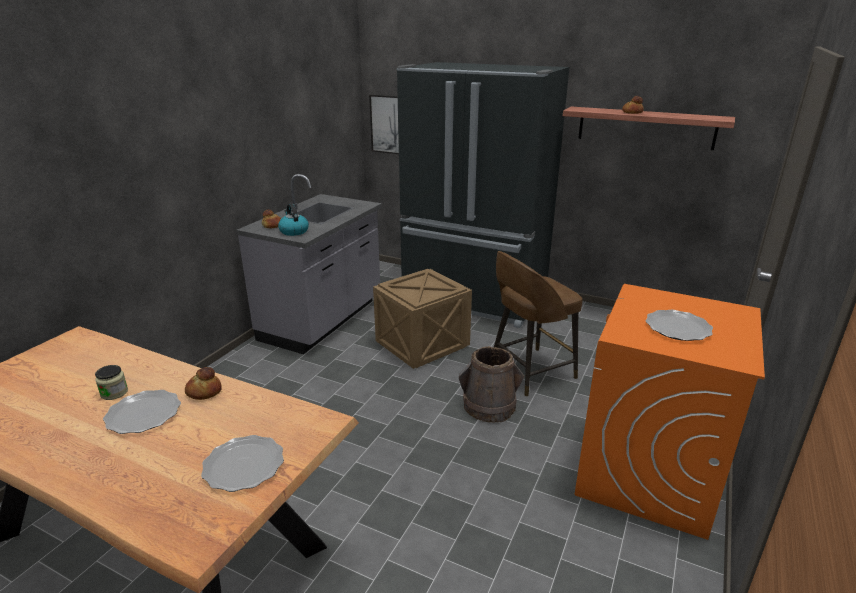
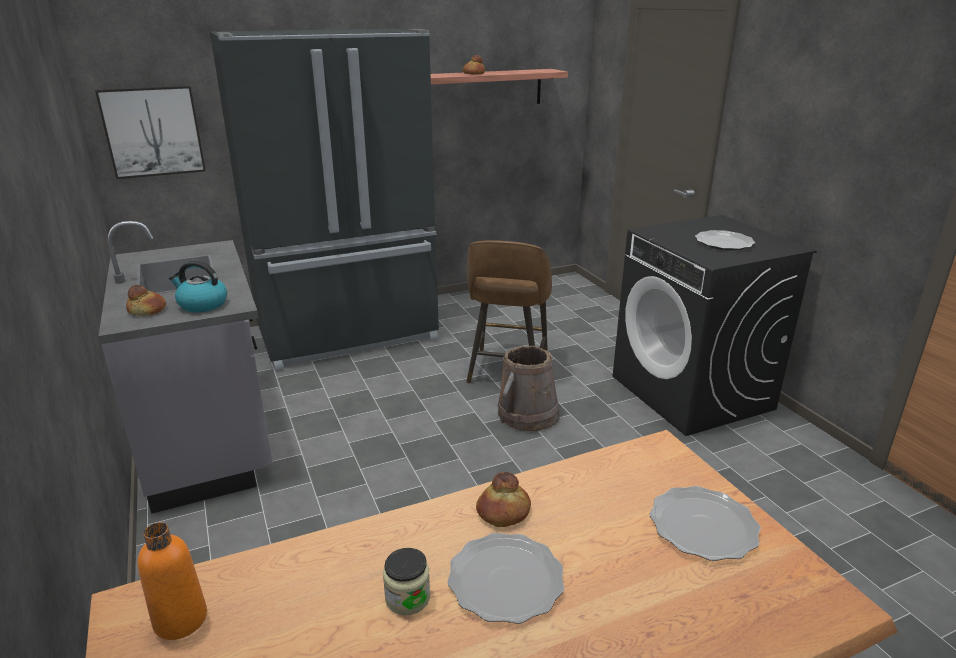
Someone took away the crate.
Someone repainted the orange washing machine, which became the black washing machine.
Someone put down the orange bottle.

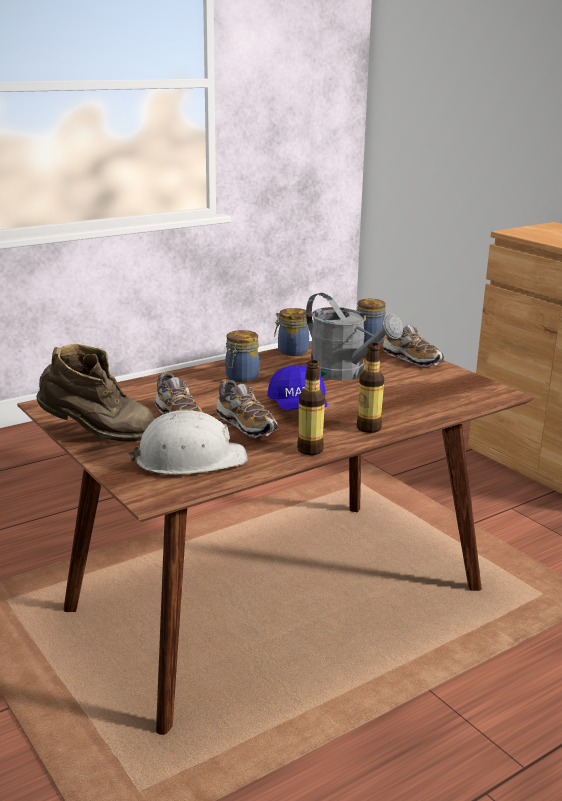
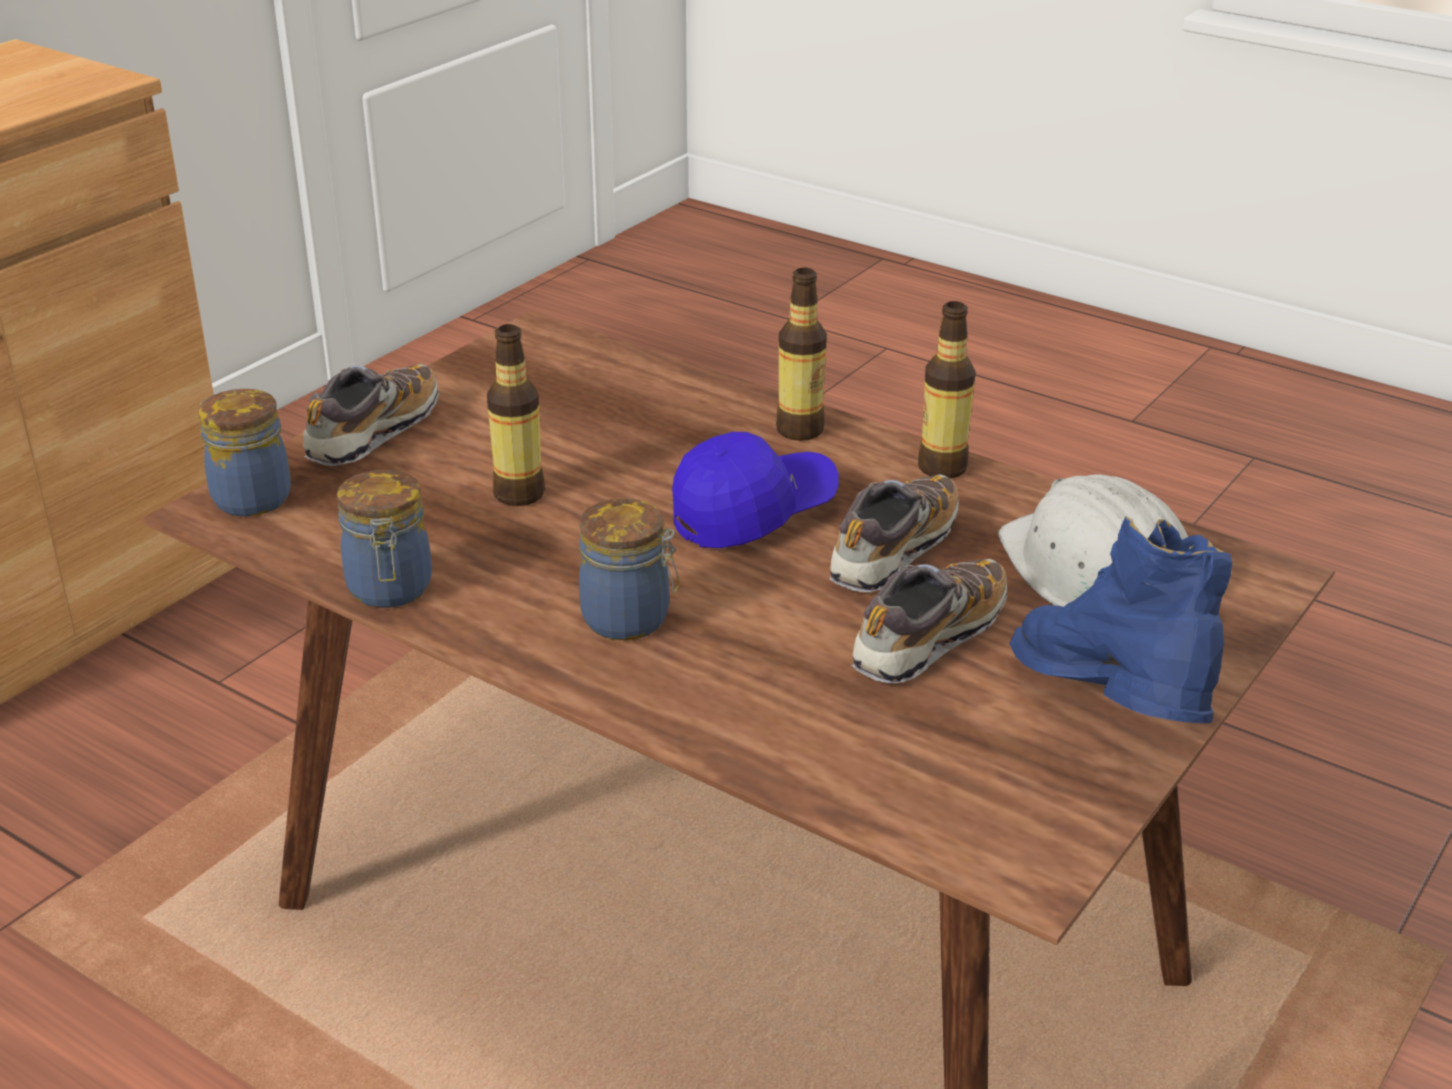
Someone repainted the brown boot, which became the blue boot.
Someone swapped the grey watering can for the bottle (1st from left).

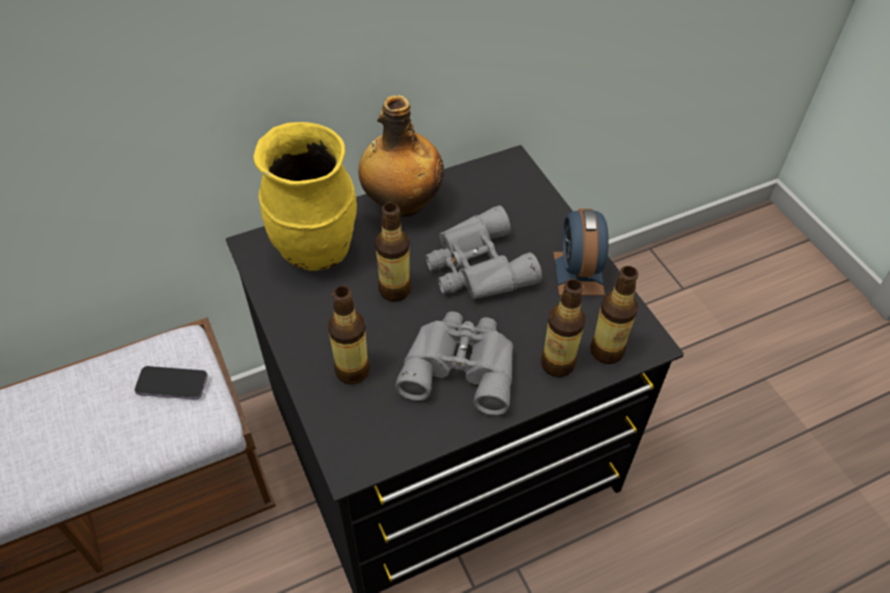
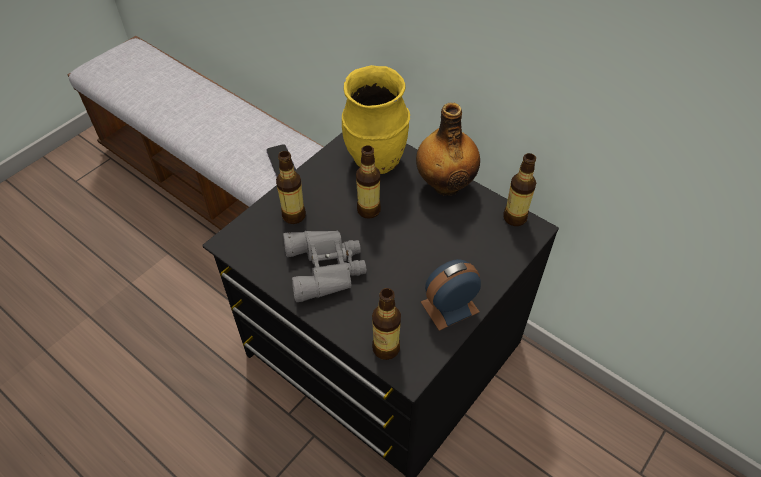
Someone took away the grey binoculars (2nd from left).
Someone carried the bottle (4th from left in the first image).

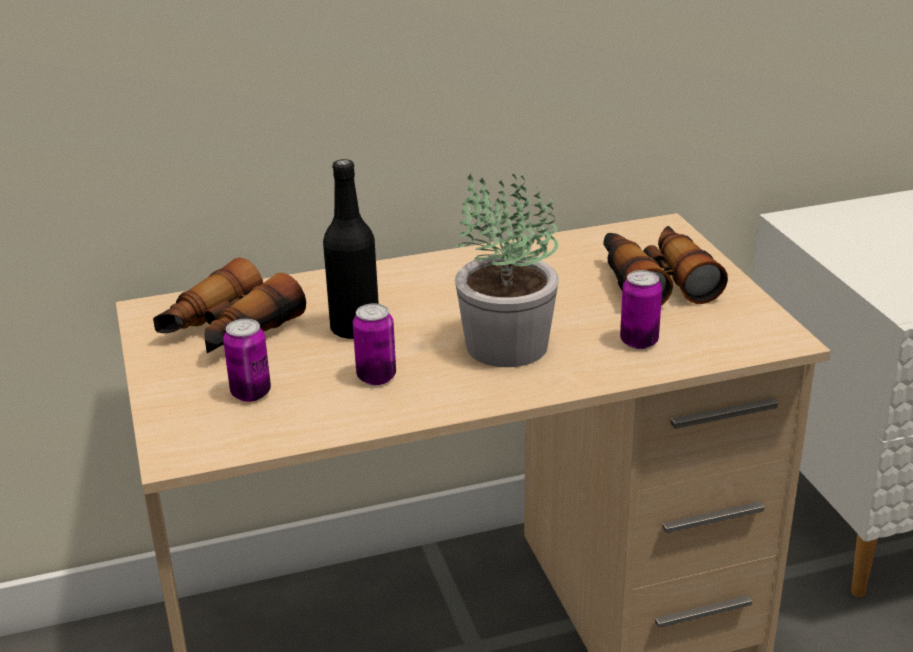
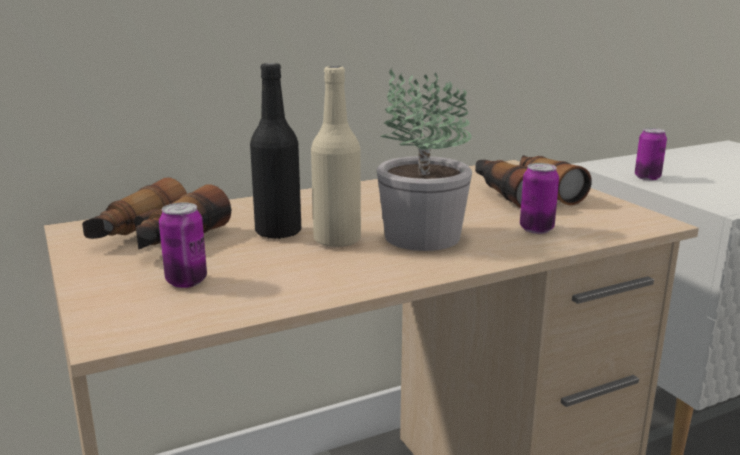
Someone carried the can (2nd from left in the first image).
Someone put down the beige bottle.

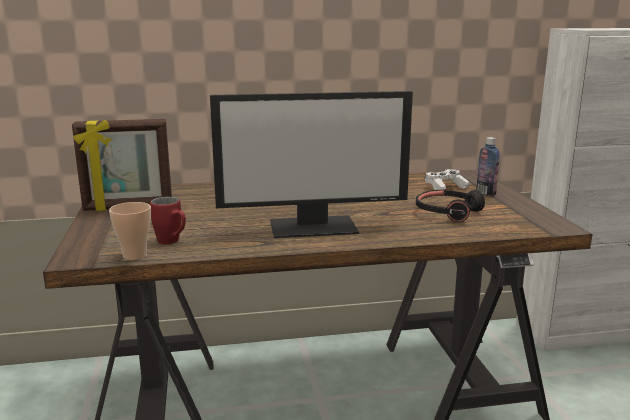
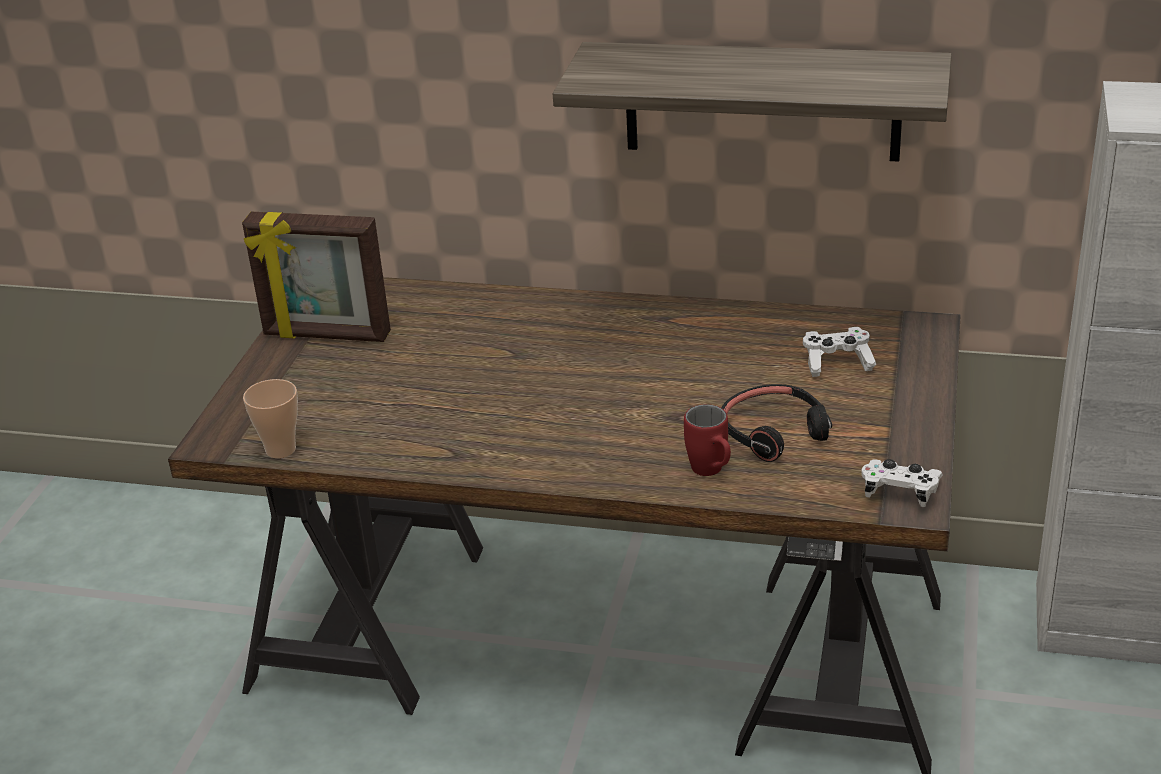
Someone carried the red mug.
Someone took away the monitor.
Someone took away the bottle.
Someone put up the shelf.
Someone put down the white game controller (2nd from left).

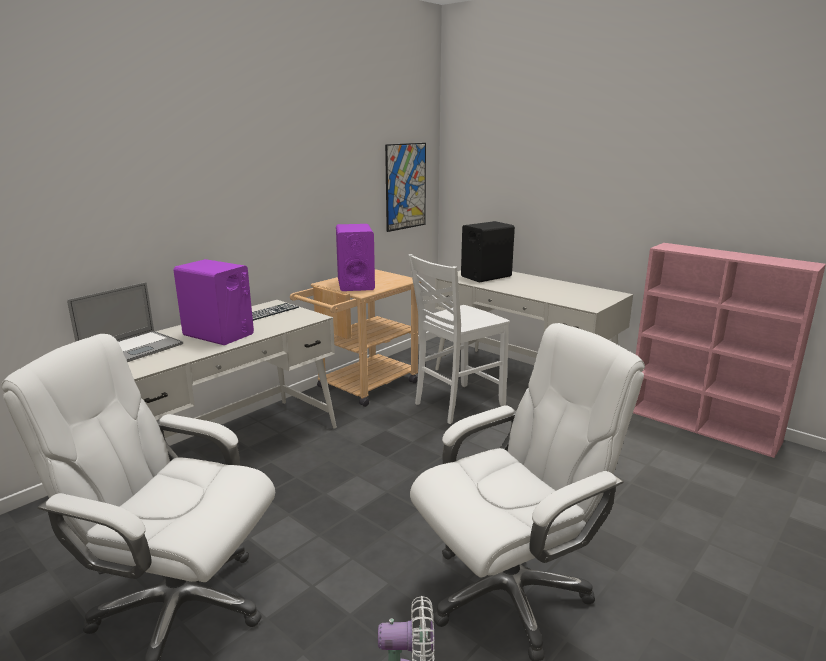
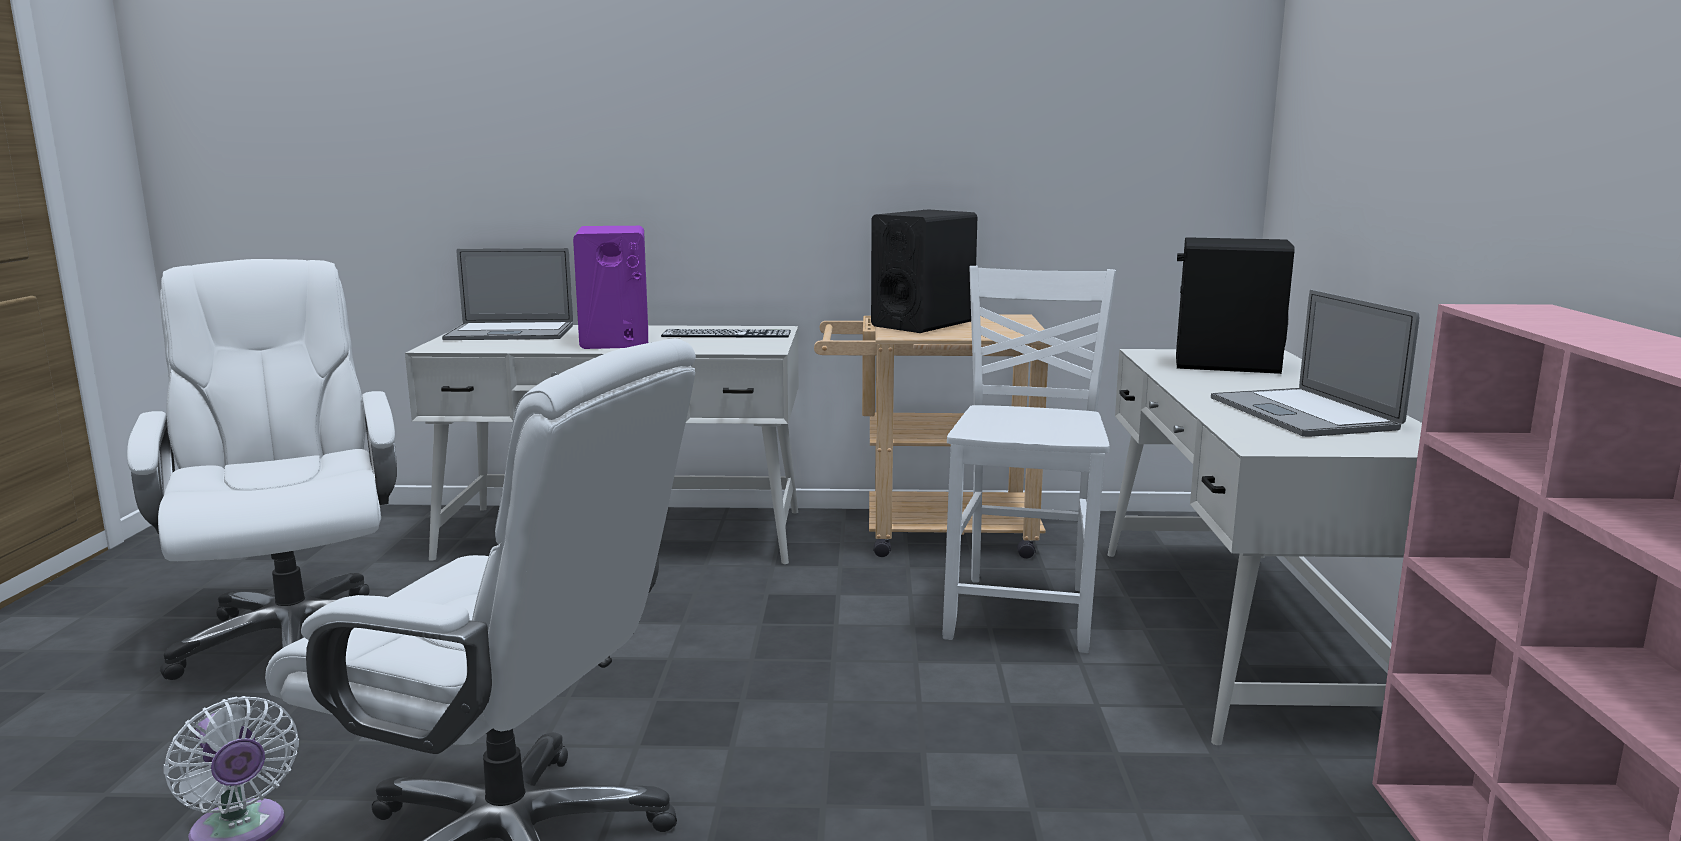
Someone repainted the purple speaker (2nd from left), which became the black speaker (1st from left).
Someone took away the picture.
Someone rotated the white chair by 90 degrees clockwise.
Someone put down the laptop (2nd from left).

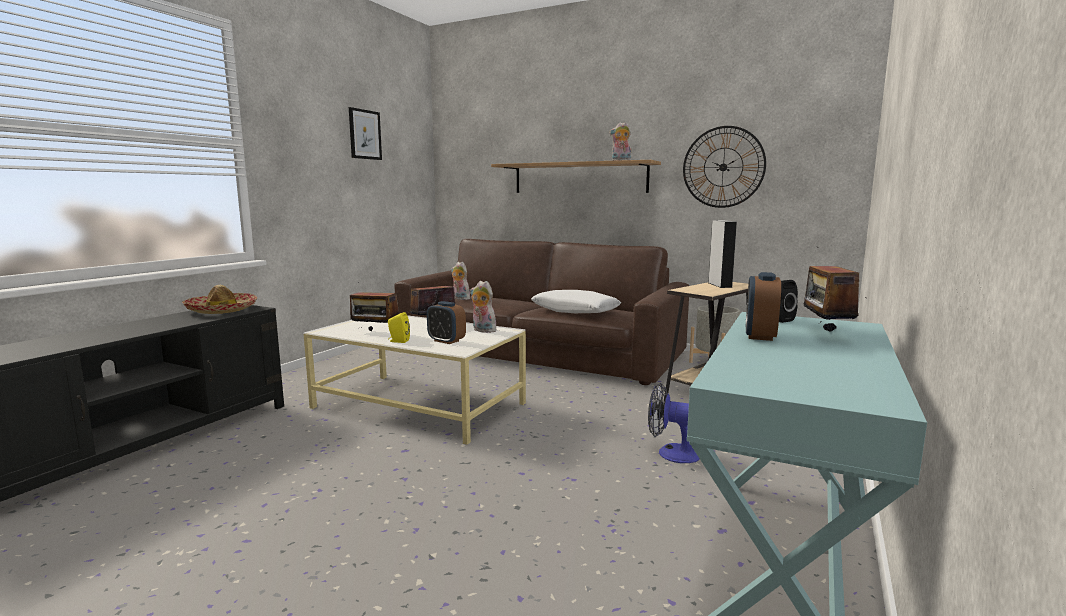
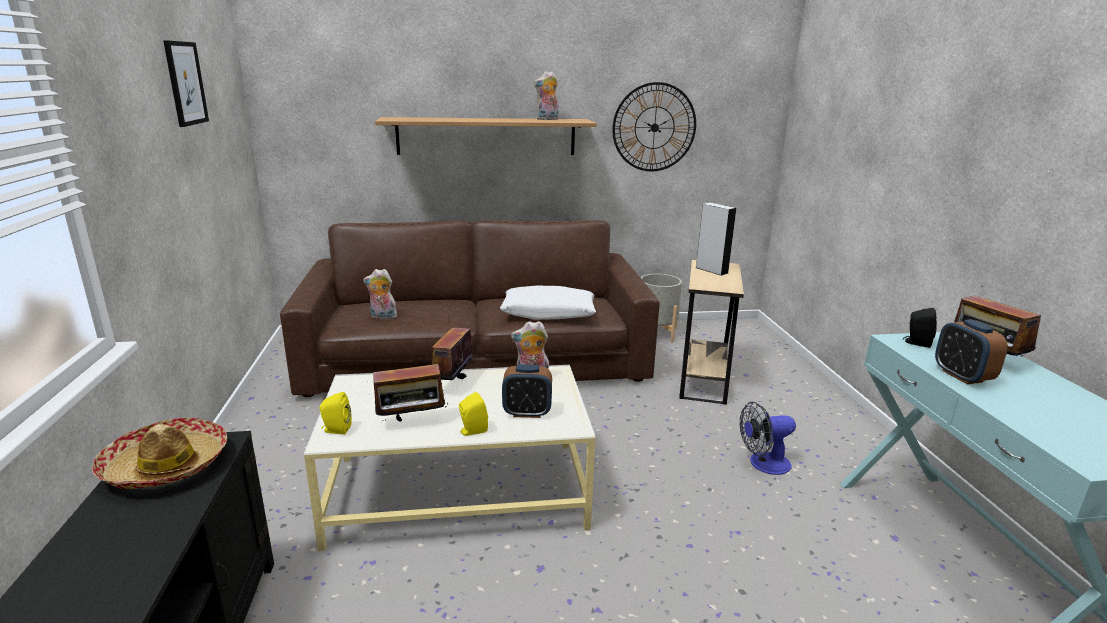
Someone put down the yellow speaker (1st from left).

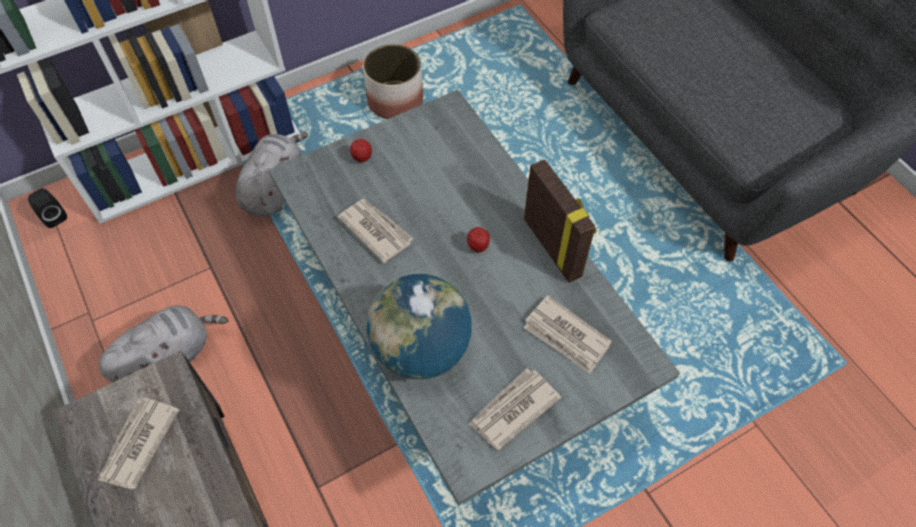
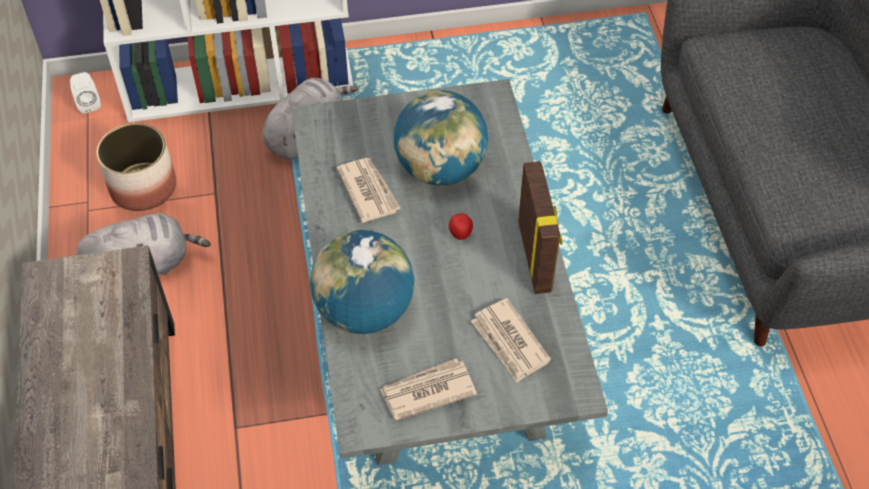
Someone repainted the black speaker, which became the white speaker.
Someone took away the newspaper (1st from left).
Someone took away the apple (1st from left).
Someone carried the planter.
Someone put down the globe (2nd from left).

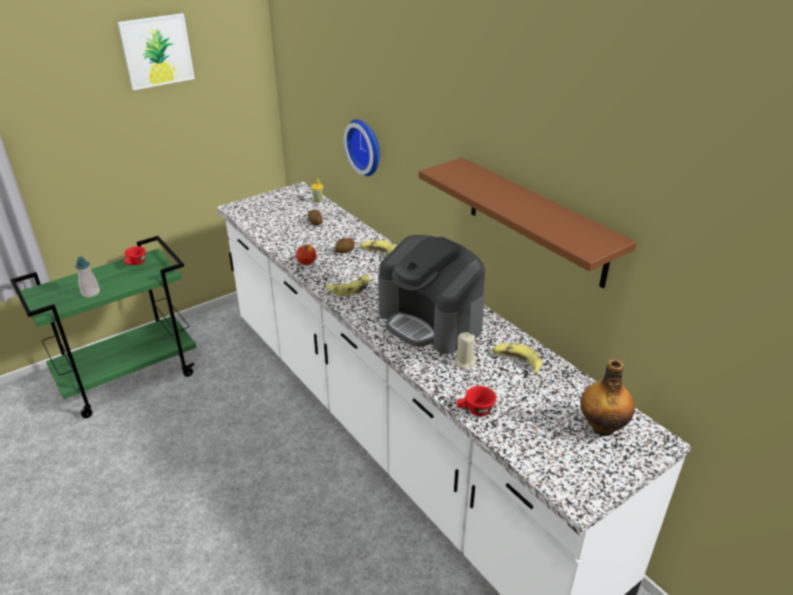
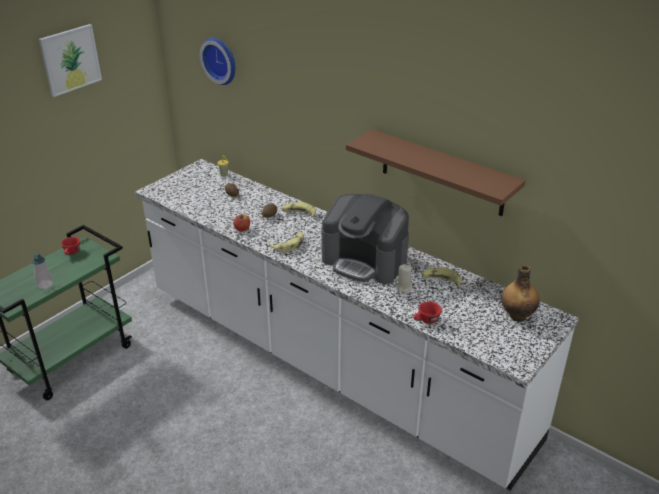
Someone carried the wall clock.

